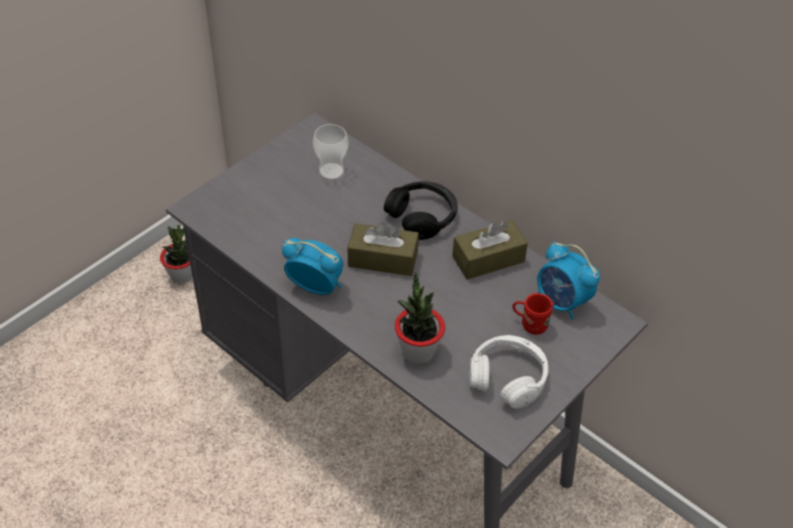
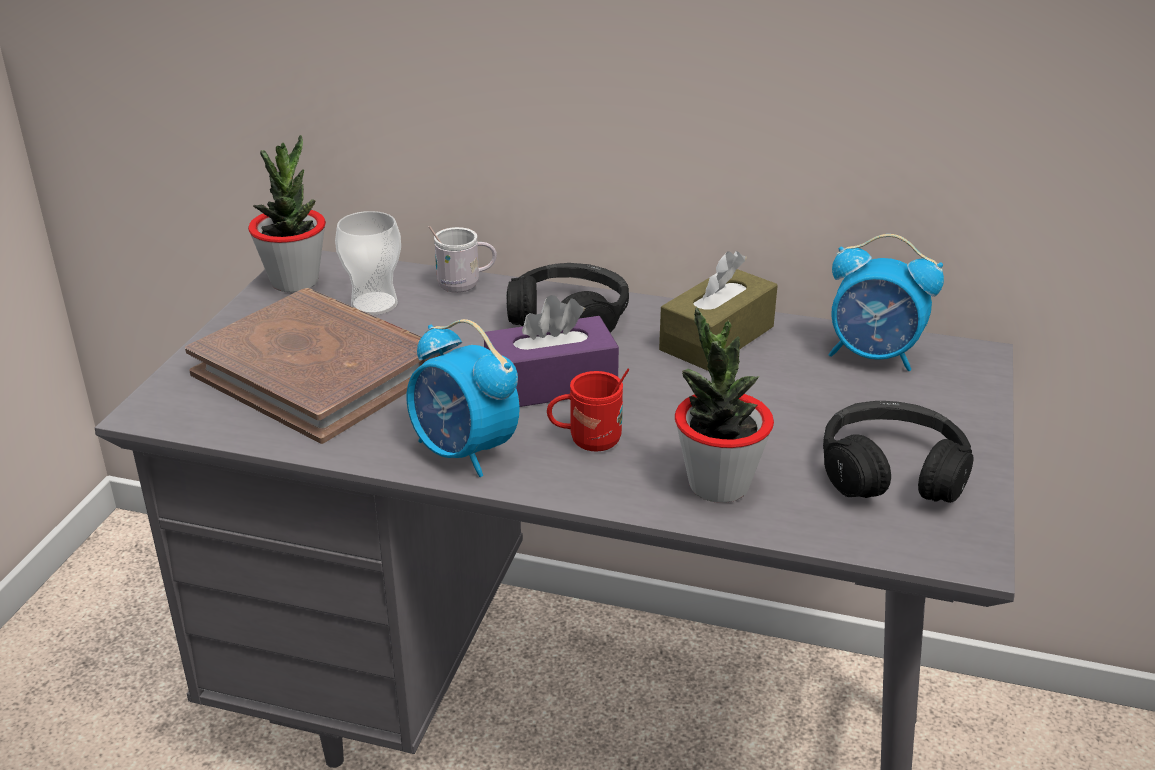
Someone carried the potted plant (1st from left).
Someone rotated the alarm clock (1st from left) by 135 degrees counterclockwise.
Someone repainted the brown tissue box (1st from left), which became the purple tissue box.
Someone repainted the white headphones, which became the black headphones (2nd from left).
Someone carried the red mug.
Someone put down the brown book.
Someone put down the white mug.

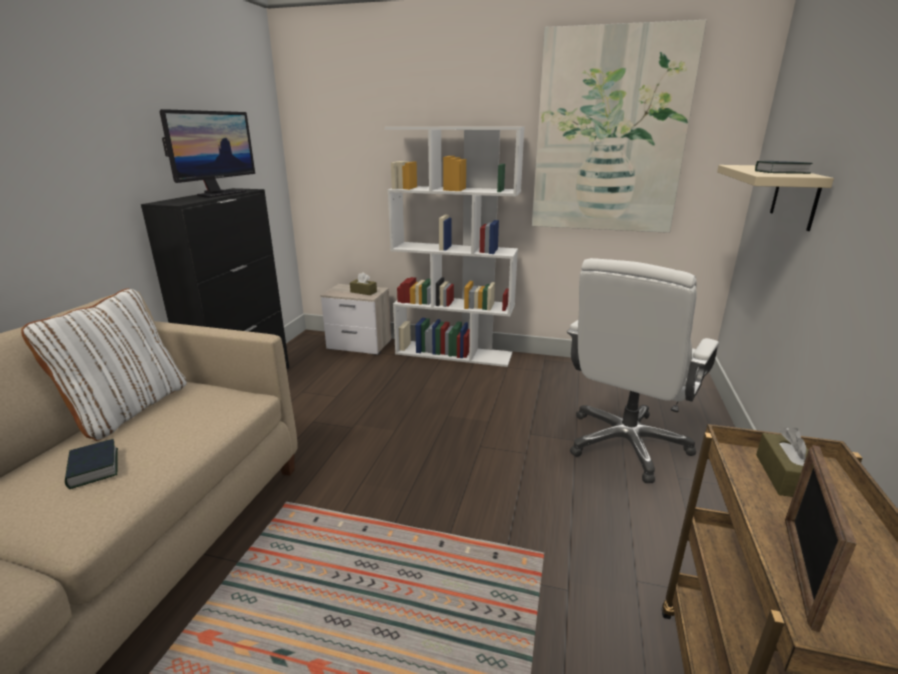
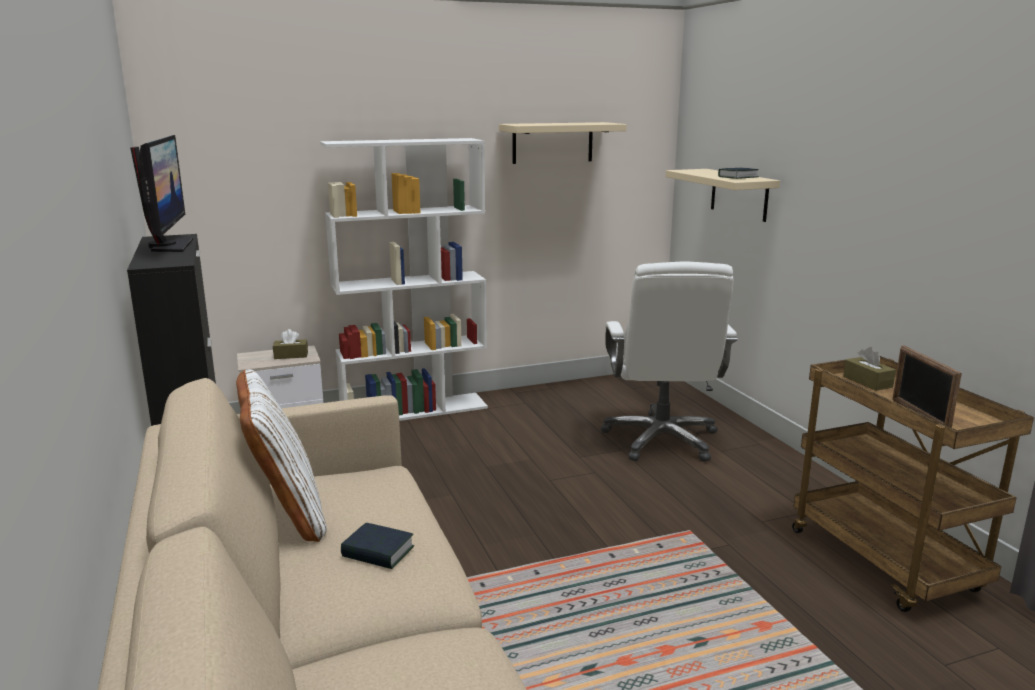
Someone swapped the picture for the beige shelf (1st from left).

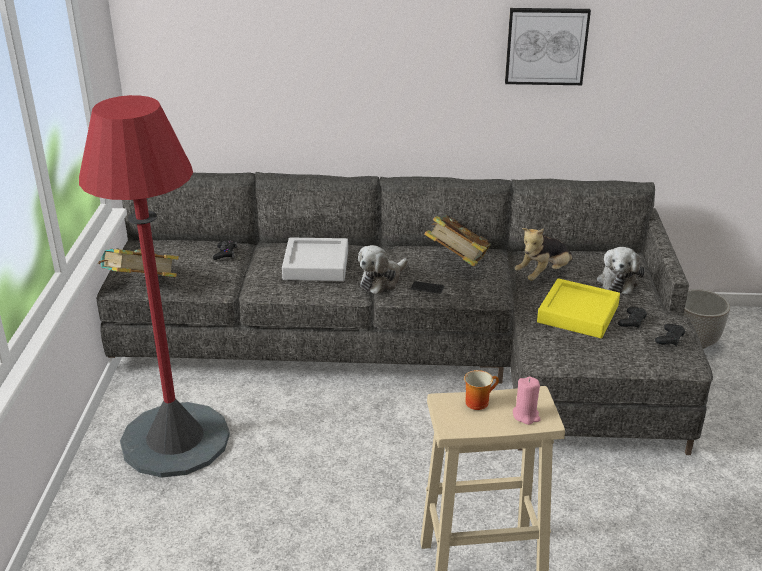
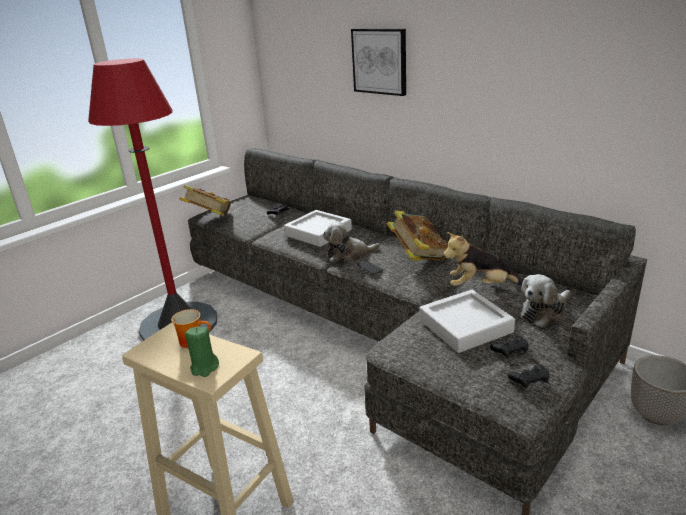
Someone carried the picture.
Someone repainted the pink candle, which became the green candle.
Someone repainted the yellow tray, which became the grey tray (2nd from left).

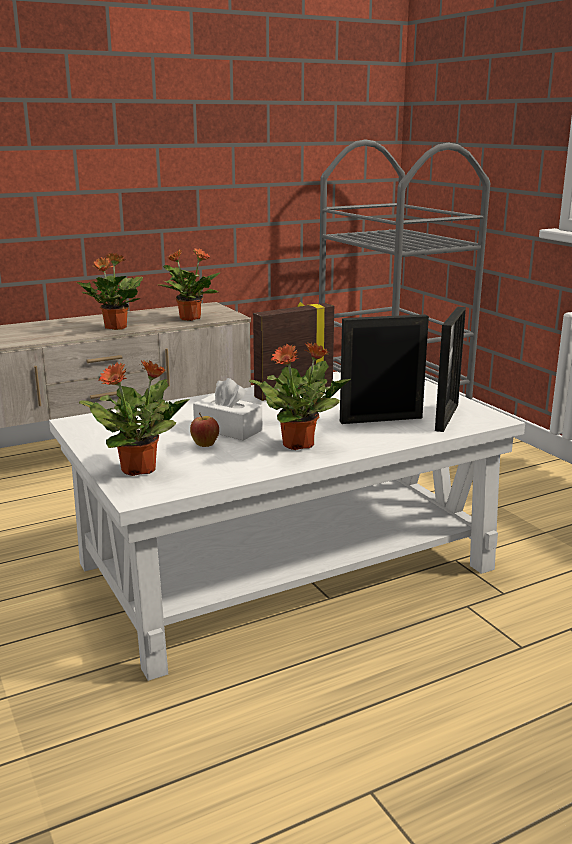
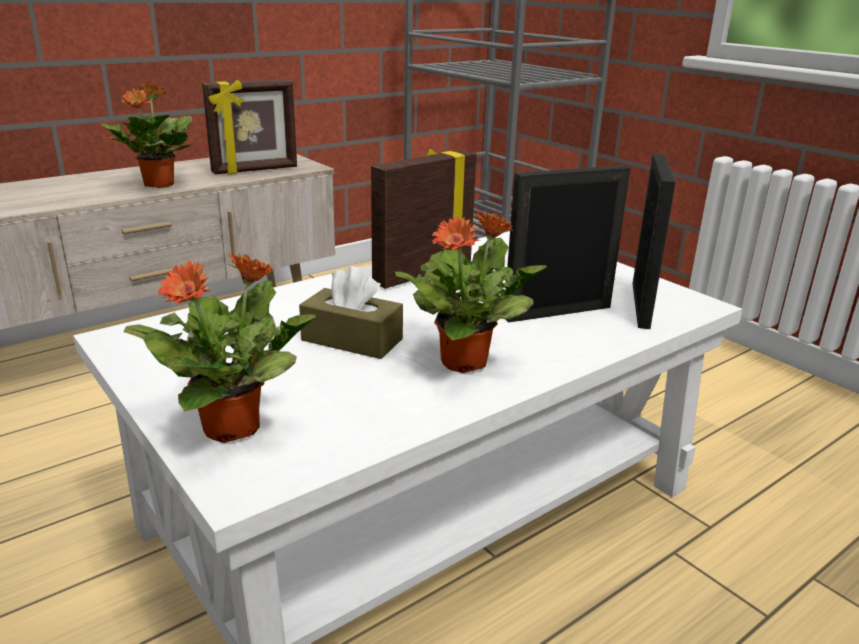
Someone swapped the potted plant (3rd from left) for the picture frame (1st from left).
Someone took away the apple.
Someone repainted the white tissue box, which became the brown tissue box.

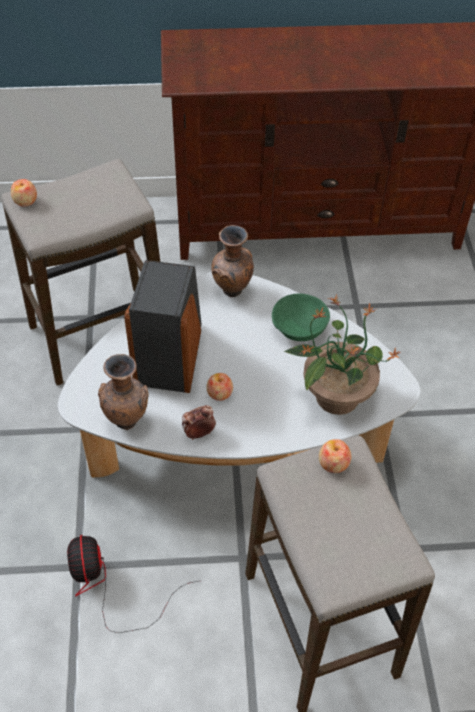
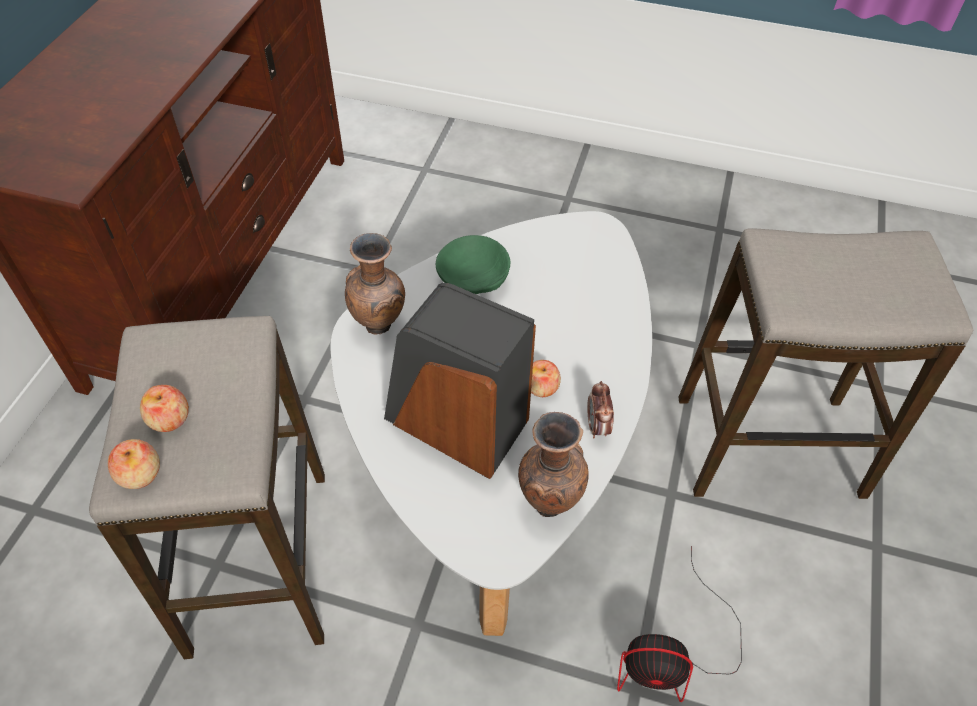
Someone took away the potted plant.
Someone carried the apple (3rd from left in the first image).

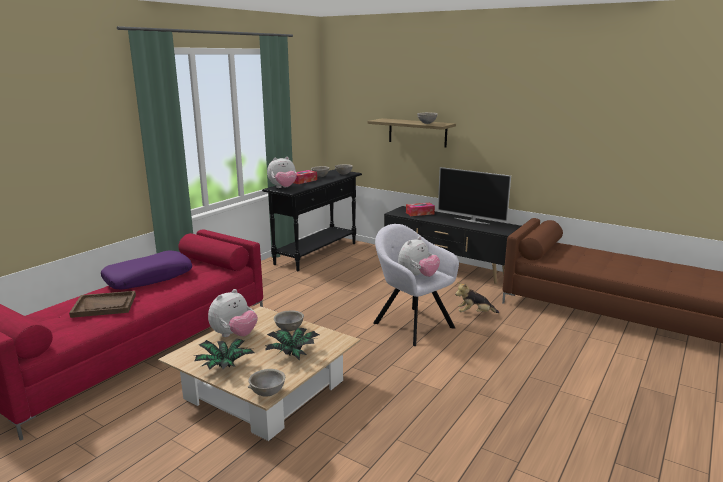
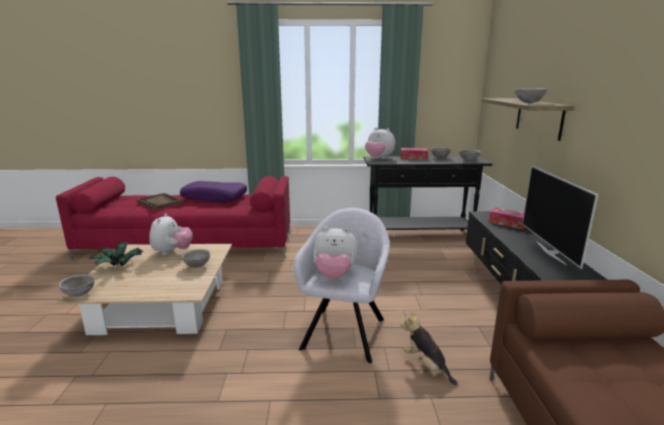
Someone rotated the plush toy (1st from left) by 90 degrees counterclockwise.
Someone took away the potted plant (2nd from left).

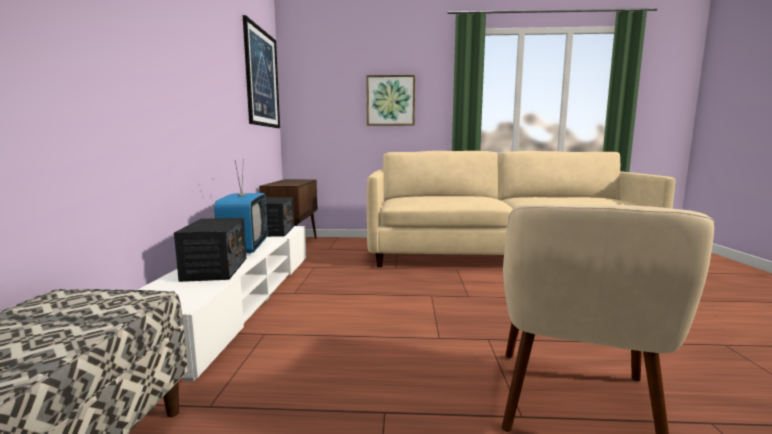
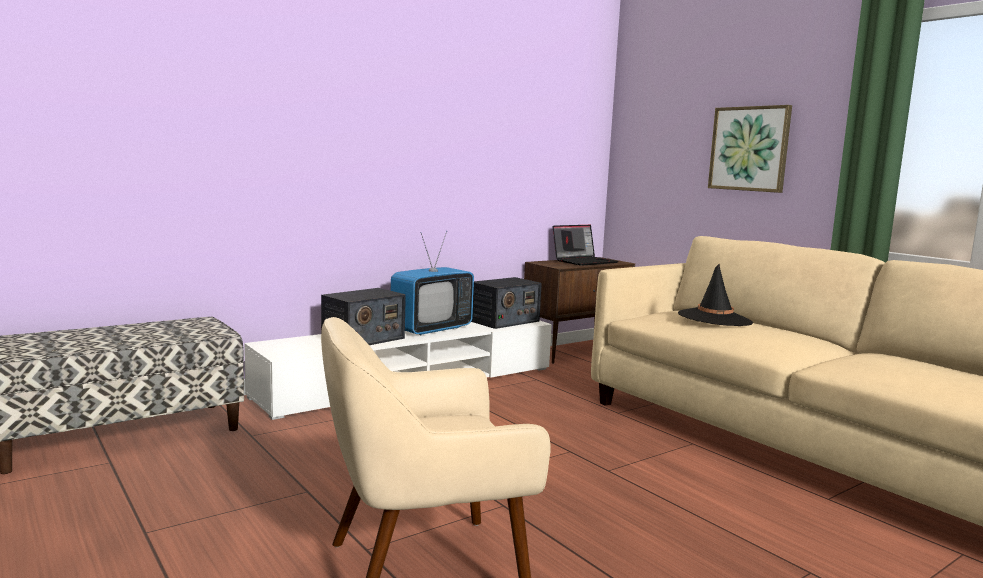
Someone took away the picture (1st from left).
Someone put down the laptop.
Someone put down the black hat.

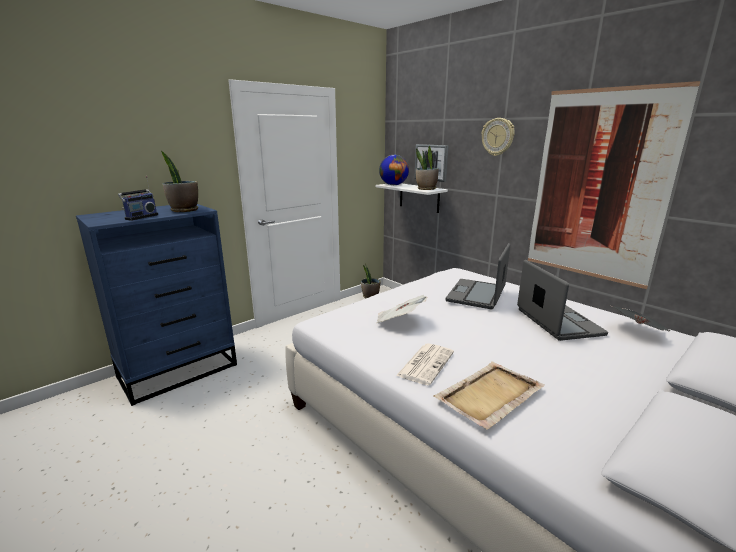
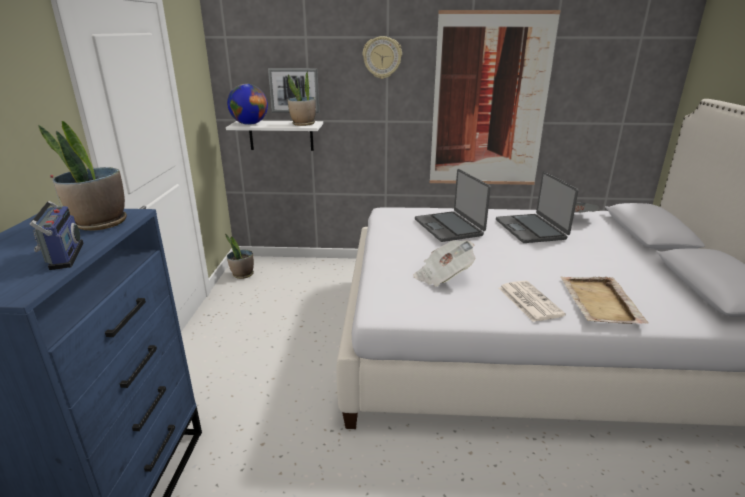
Someone rotated the laptop (2nd from left) by 135 degrees counterclockwise.

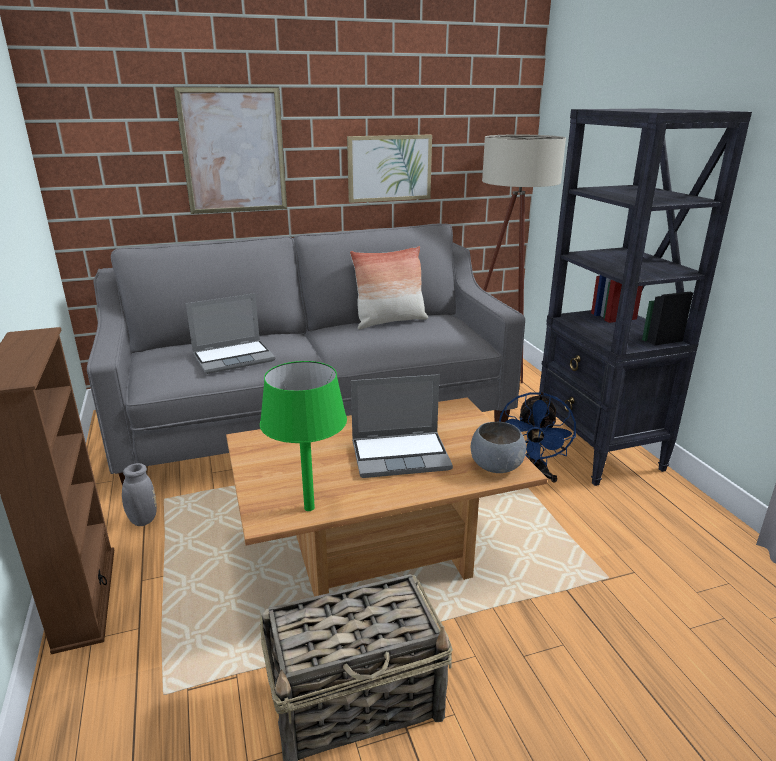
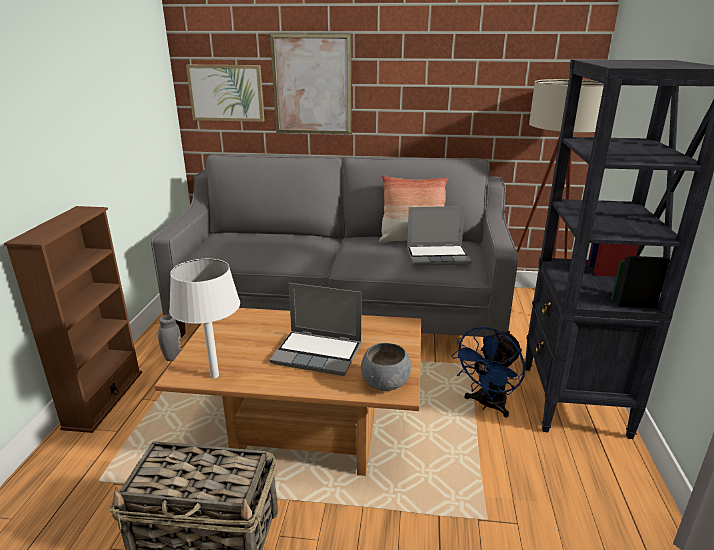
Someone carried the laptop (1st from left in the first image).
Someone repainted the green table lamp, which became the white table lamp.
Someone carried the picture (2nd from left in the first image).

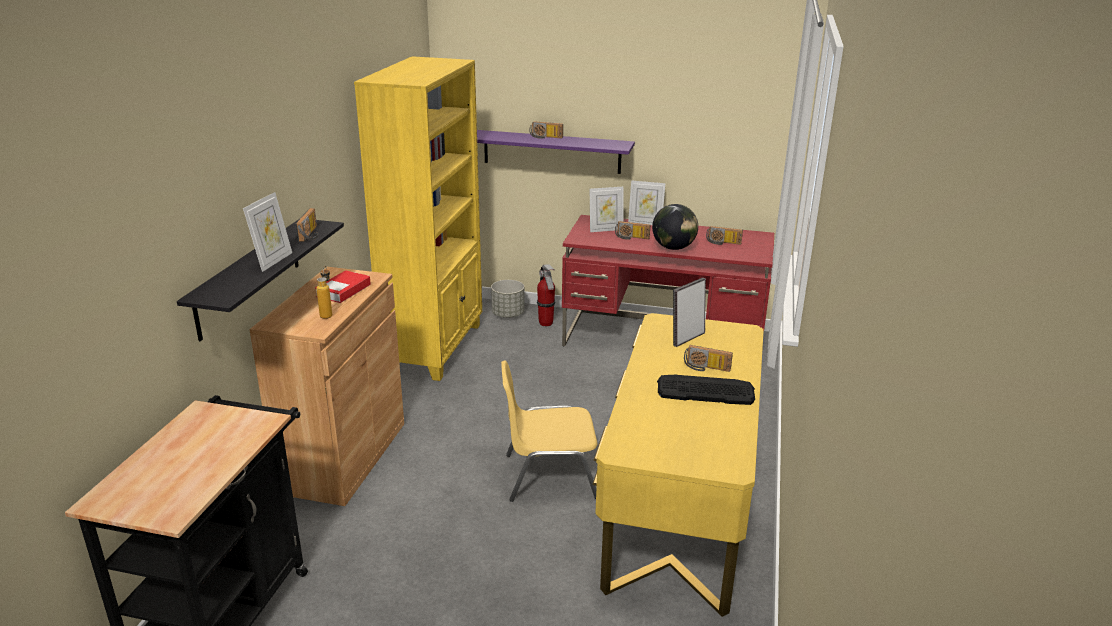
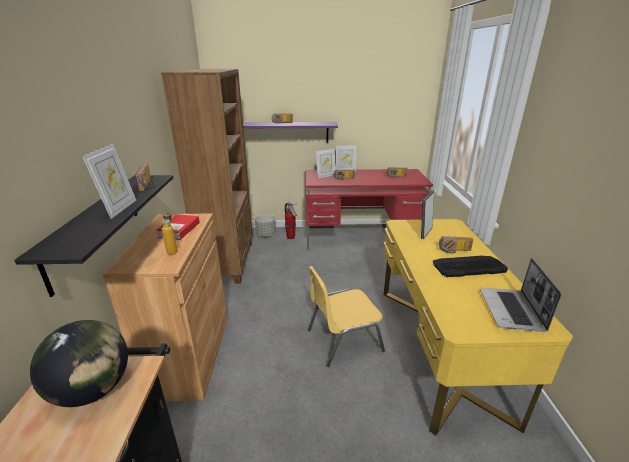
Someone repainted the yellow bookcase, which became the brown bookcase.
Someone carried the globe.
Someone put down the laptop.

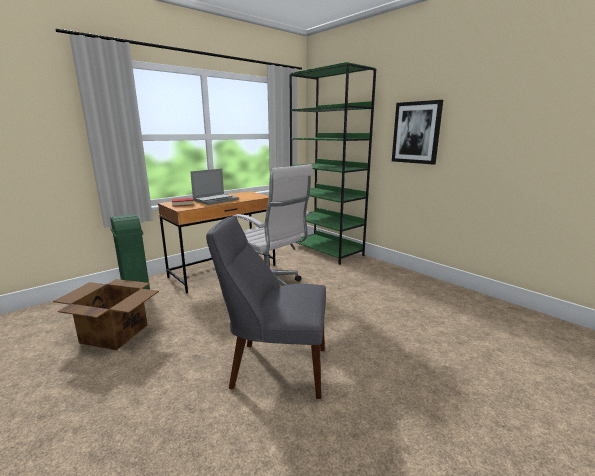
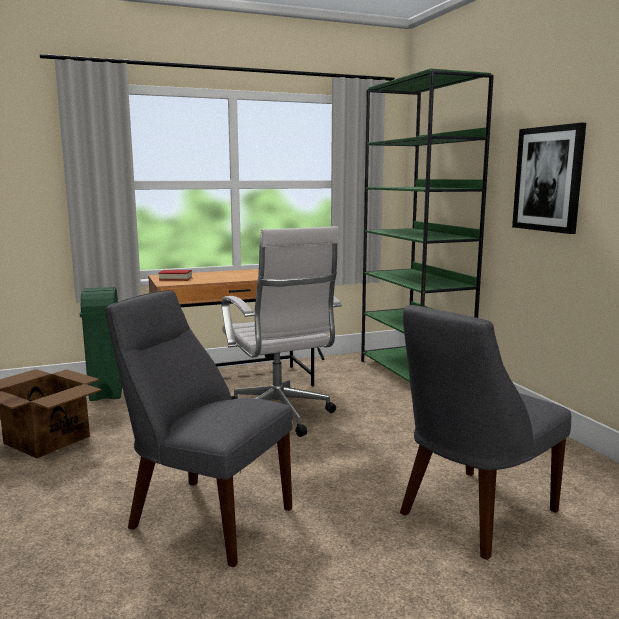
Someone took away the laptop.
Someone put down the grey chair (2nd from left).

